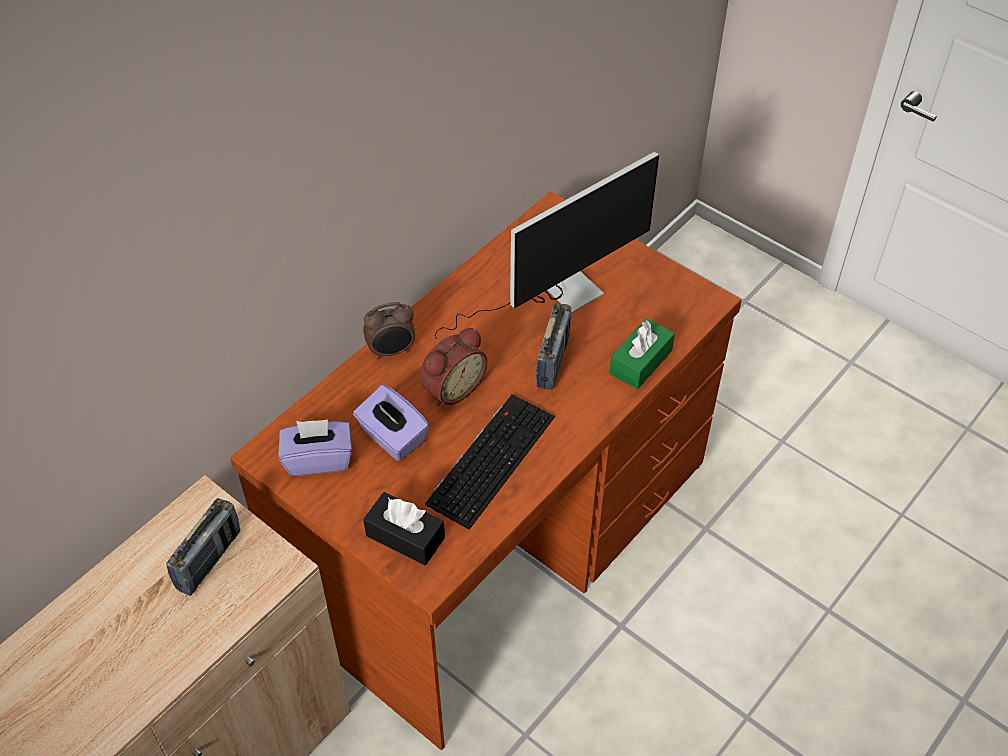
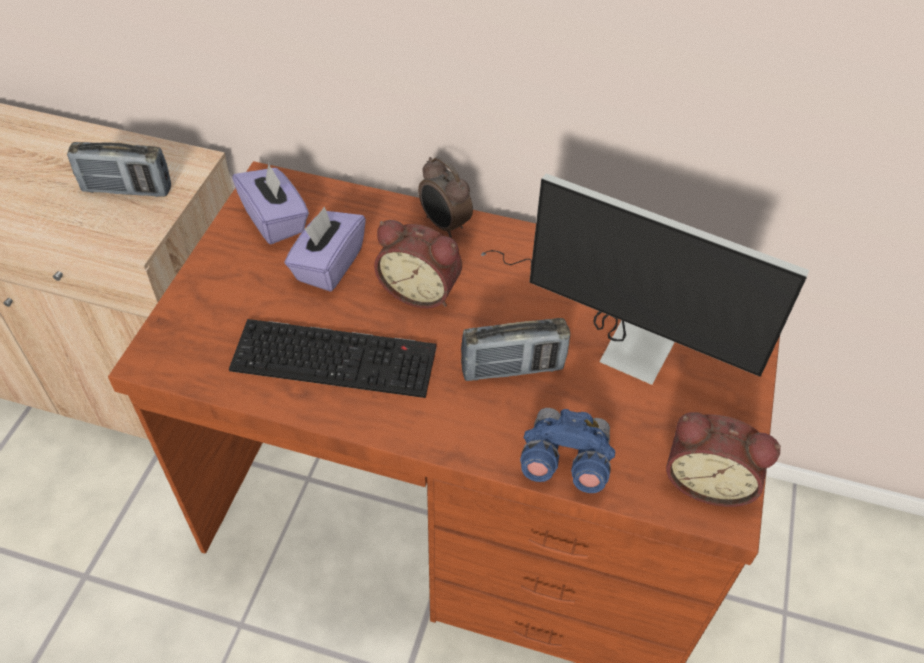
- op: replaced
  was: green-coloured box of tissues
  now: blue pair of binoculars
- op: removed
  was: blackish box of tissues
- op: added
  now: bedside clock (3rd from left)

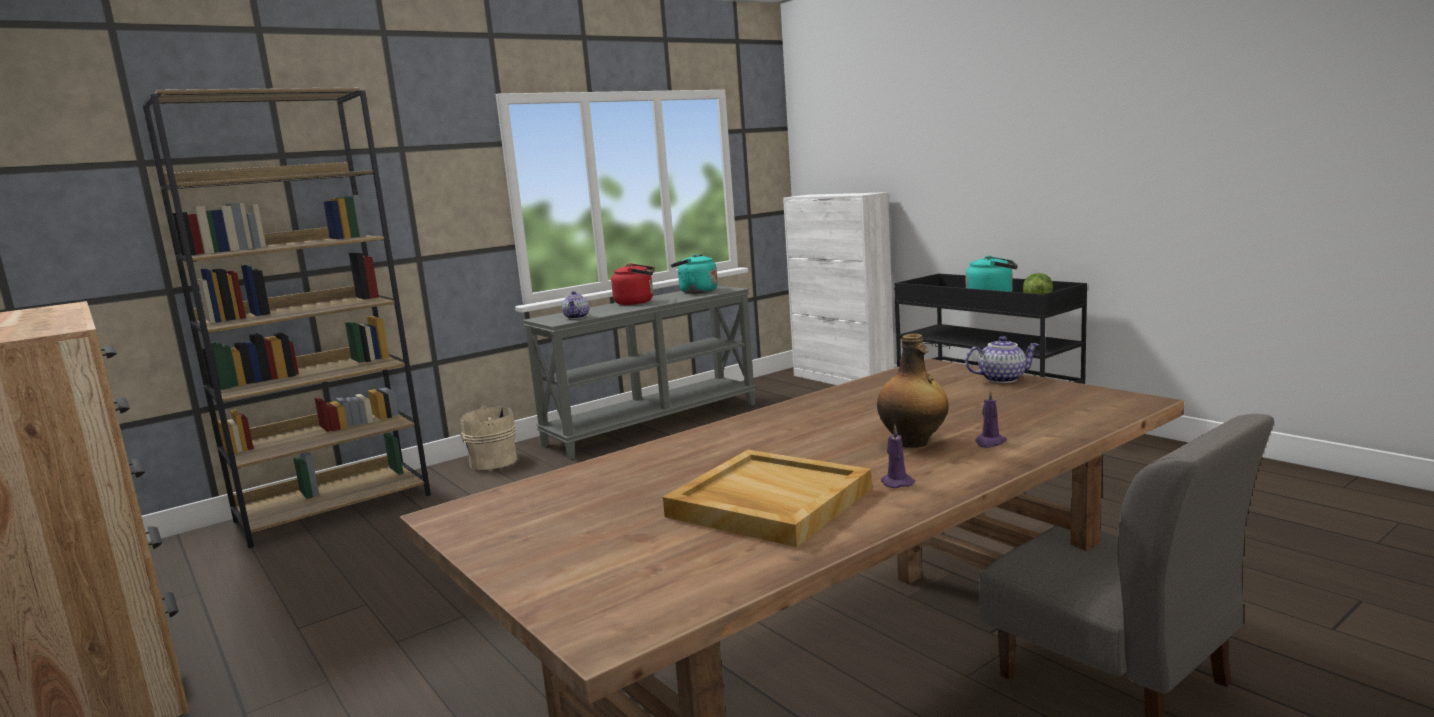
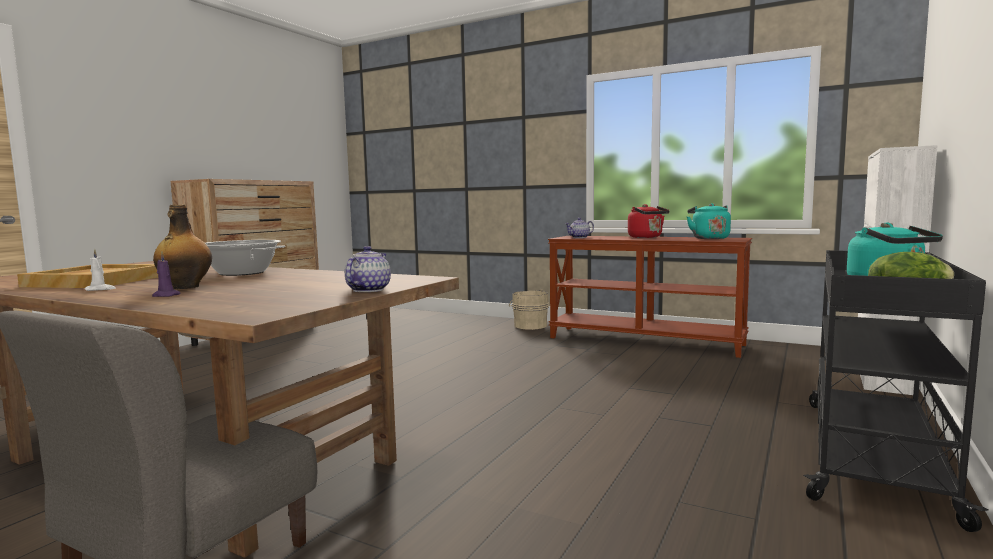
- op: removed
  was: brownish shelving unit
- op: recoloured
  was: grey console table
  now: brownish console table
- op: turned
  was: pot for tea (2nd from left in the first image)
  clockwise: -135
- op: recoloured
  was: purple wax light (1st from left)
  now: white wax light
- op: added
  now: stockpot

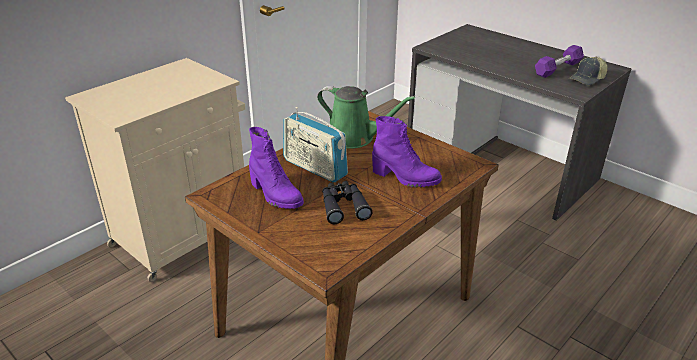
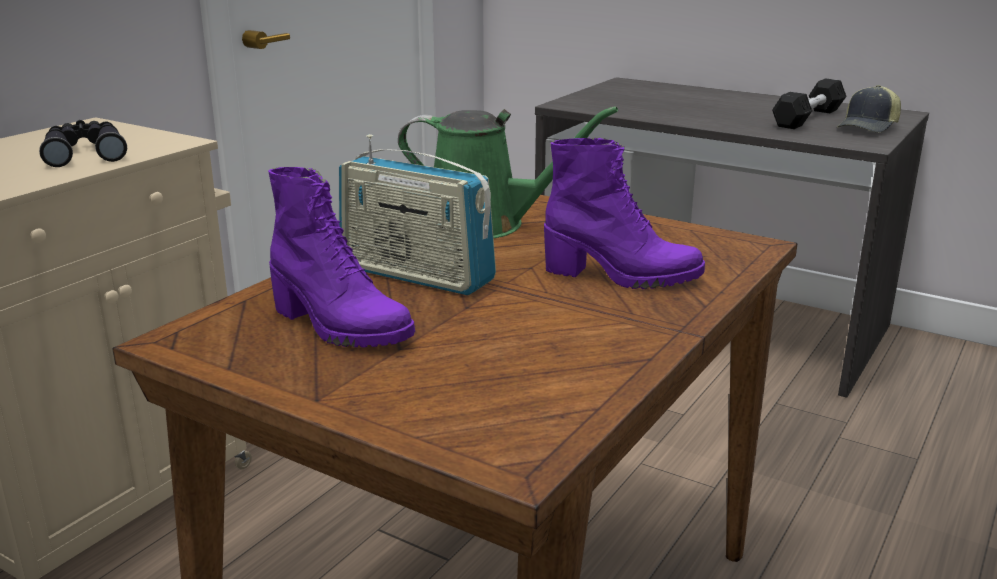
- op: recoloured
  was: purple free weight
  now: blackish free weight
- op: moved
  was: blackish pair of binoculars

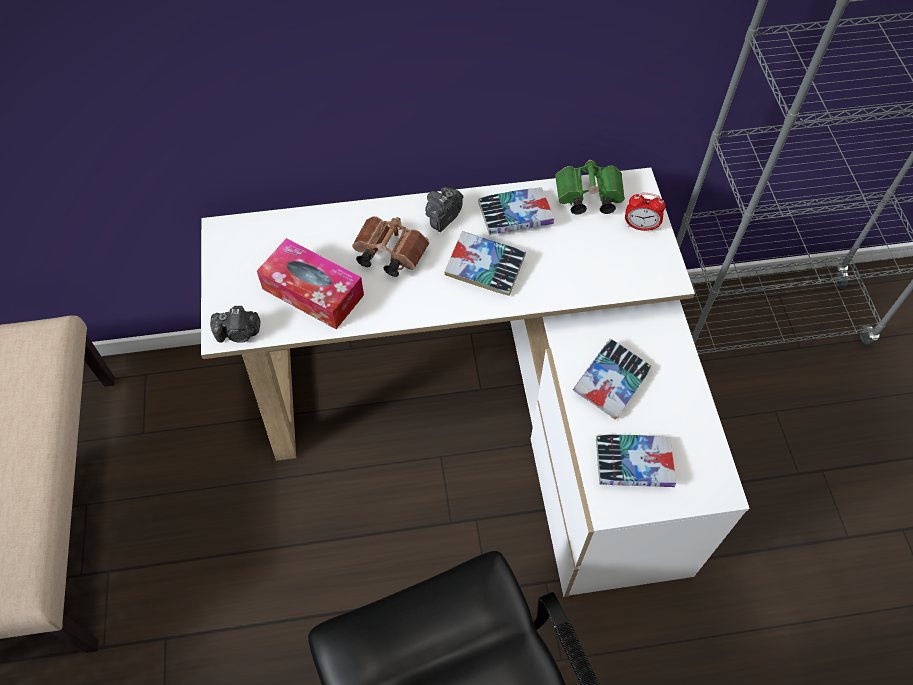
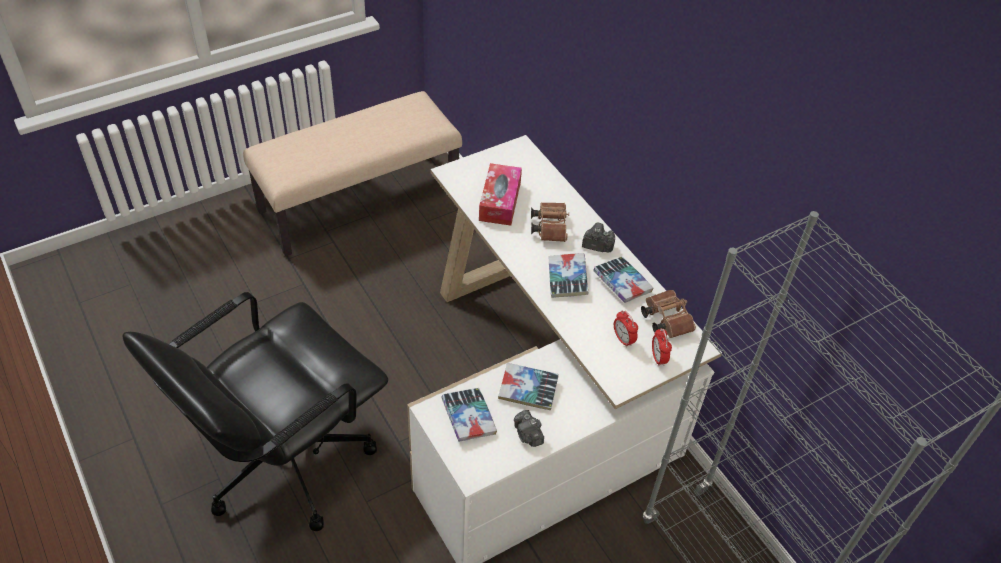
- op: recoloured
  was: green-coloured pair of binoculars
  now: brownish pair of binoculars (2nd from left)
- op: moved
  was: photo camera (1st from left)
- op: added
  now: bedside clock (1st from left)

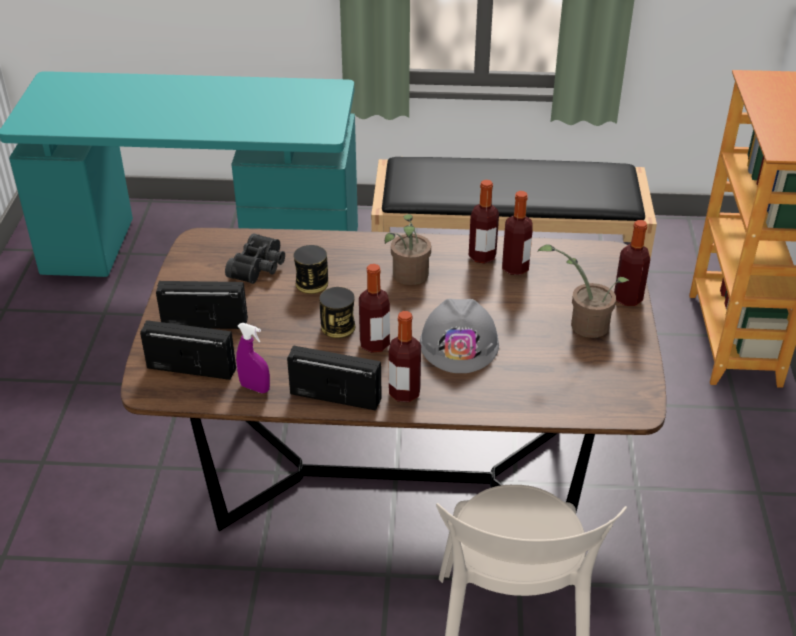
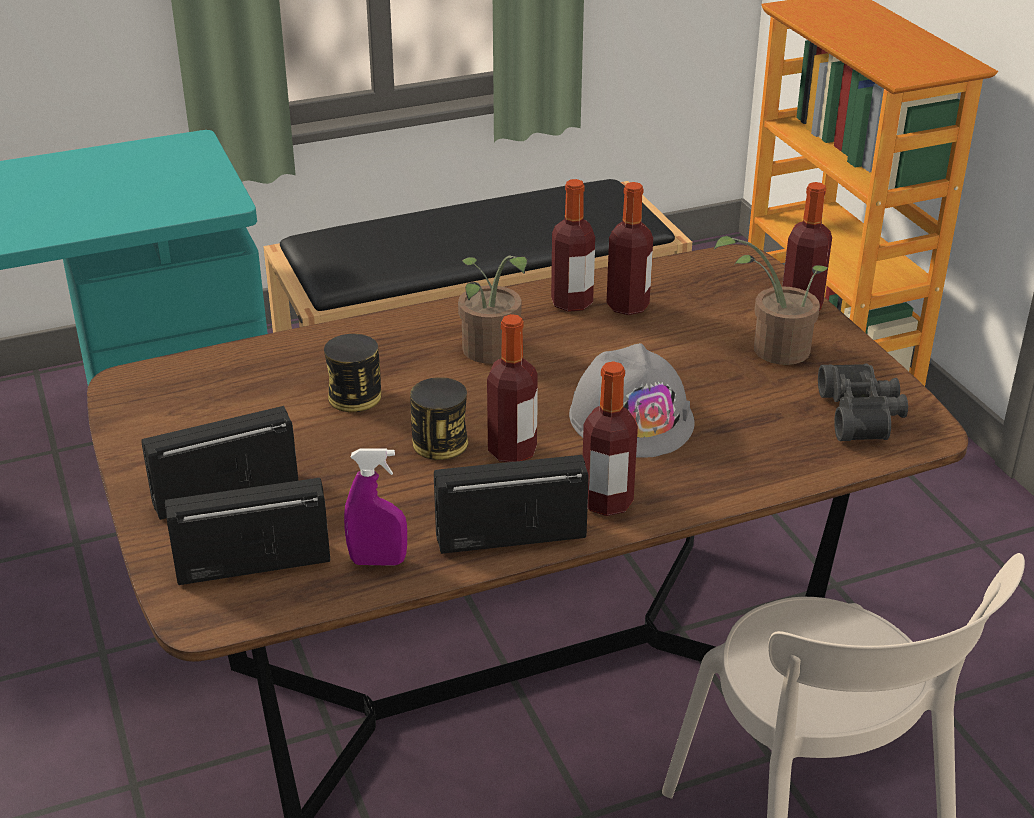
- op: moved
  was: blackish pair of binoculars

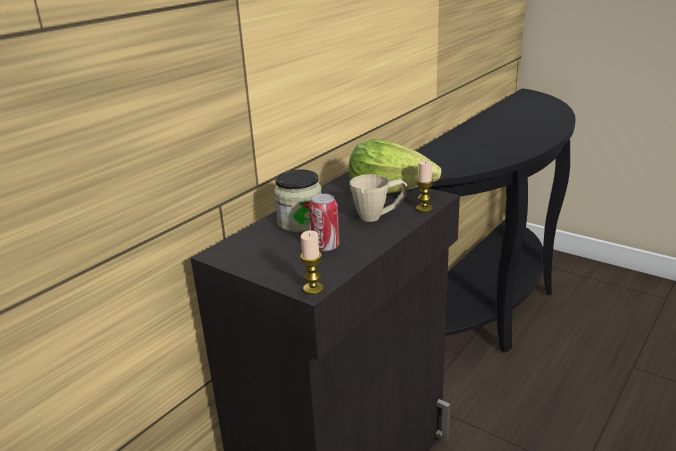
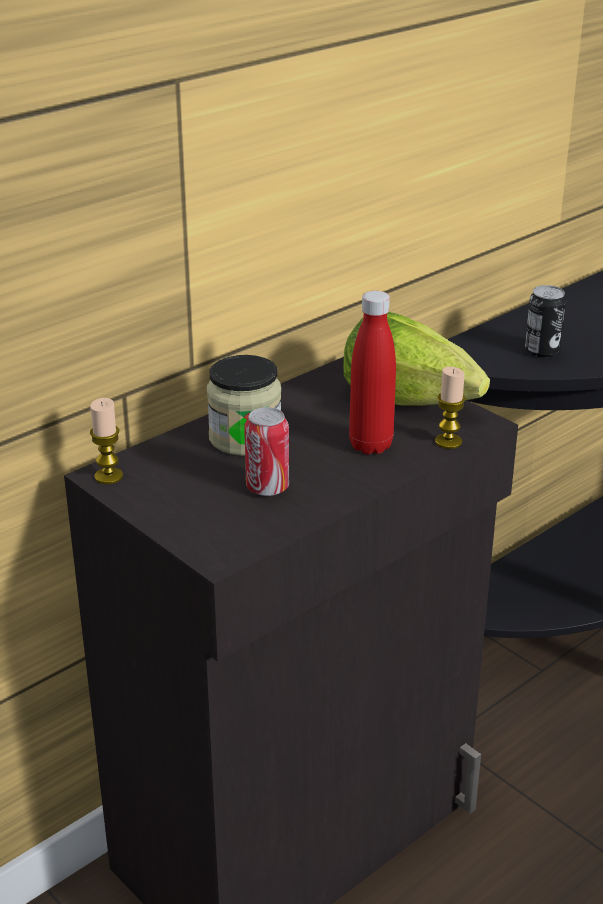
- op: replaced
  was: sand-coloured coffee mug
  now: red drink bottle
- op: moved
  was: wax light (1st from left)
- op: added
  now: sealed can (2nd from left)

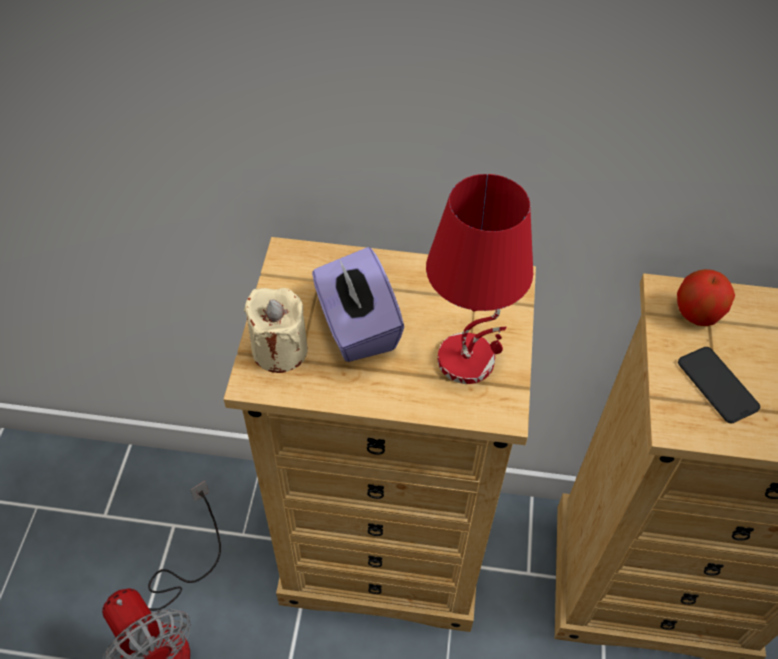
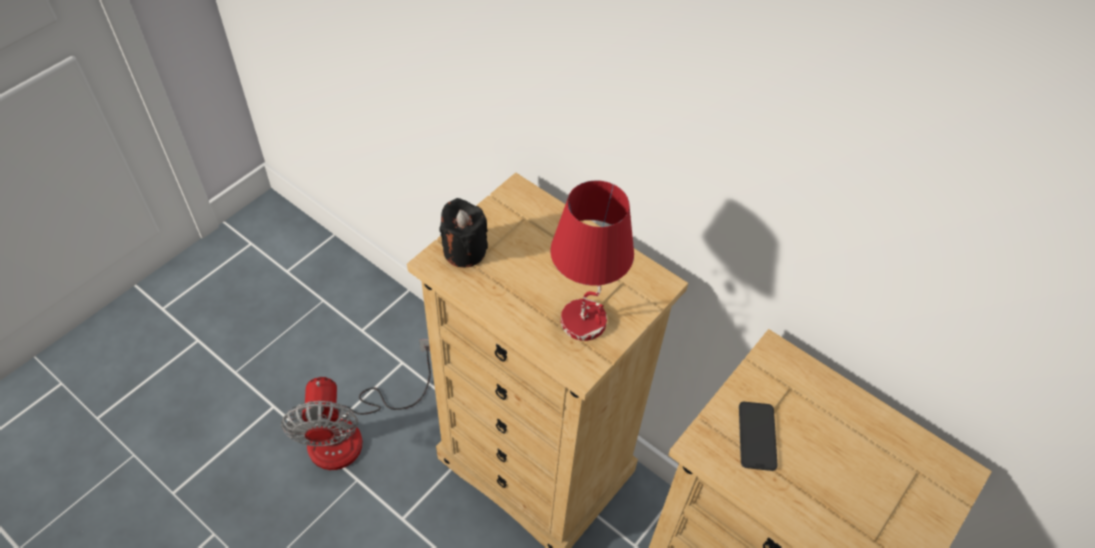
- op: removed
  was: purple box of tissues
- op: removed
  was: whole apple
- op: recoloured
  was: sand-coloured wax light
  now: blackish wax light

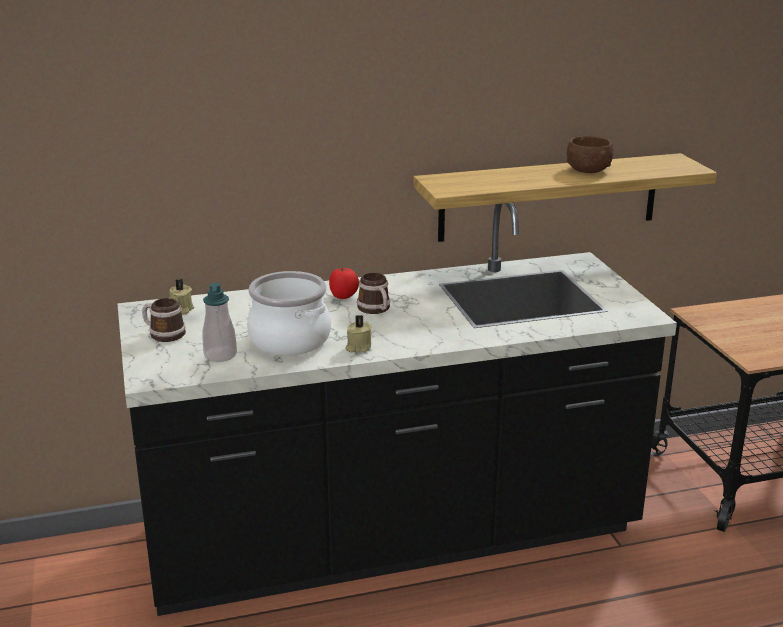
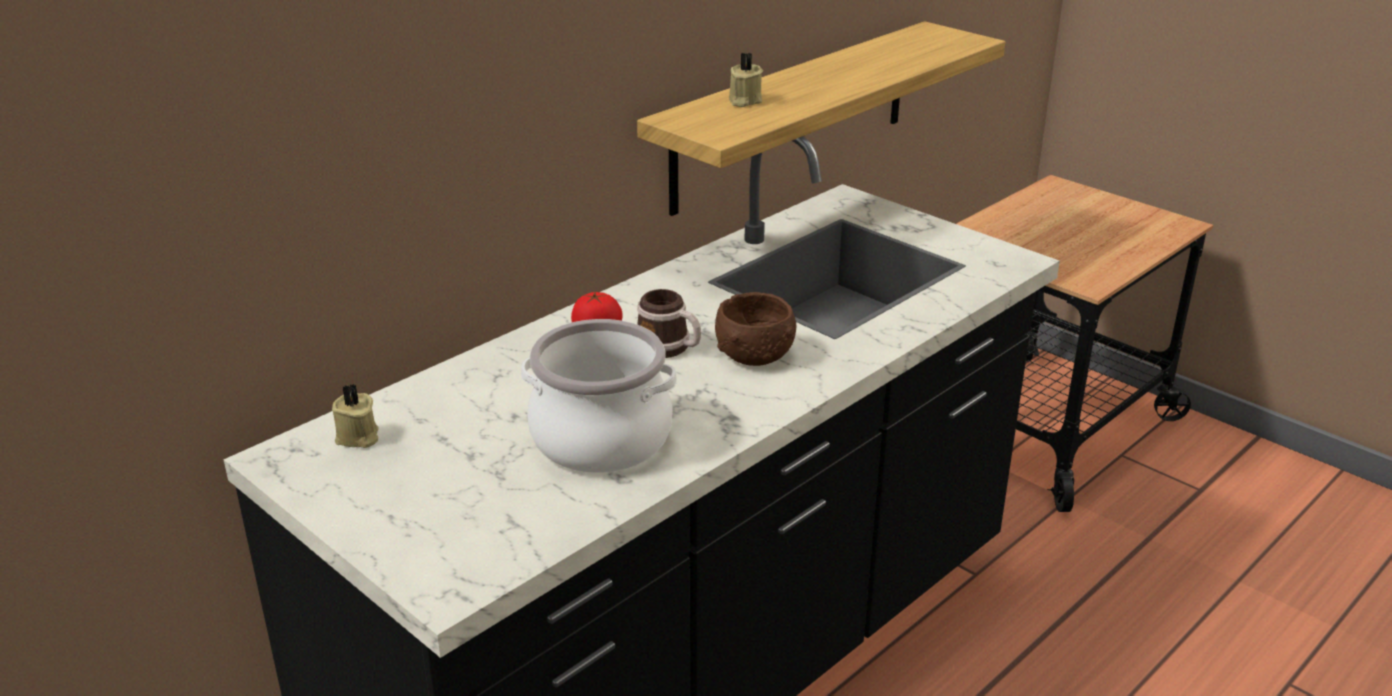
- op: moved
  was: brownish deep dish
- op: removed
  was: liquid soap bottle
- op: removed
  was: coffee mug (1st from left)
- op: moved
  was: sand-coloured wax light (2nd from left)

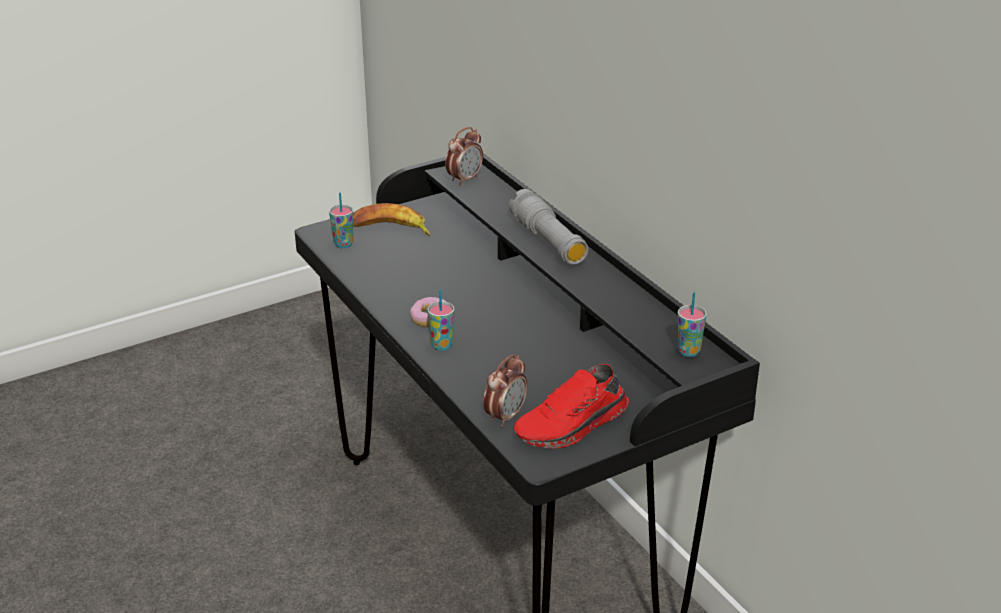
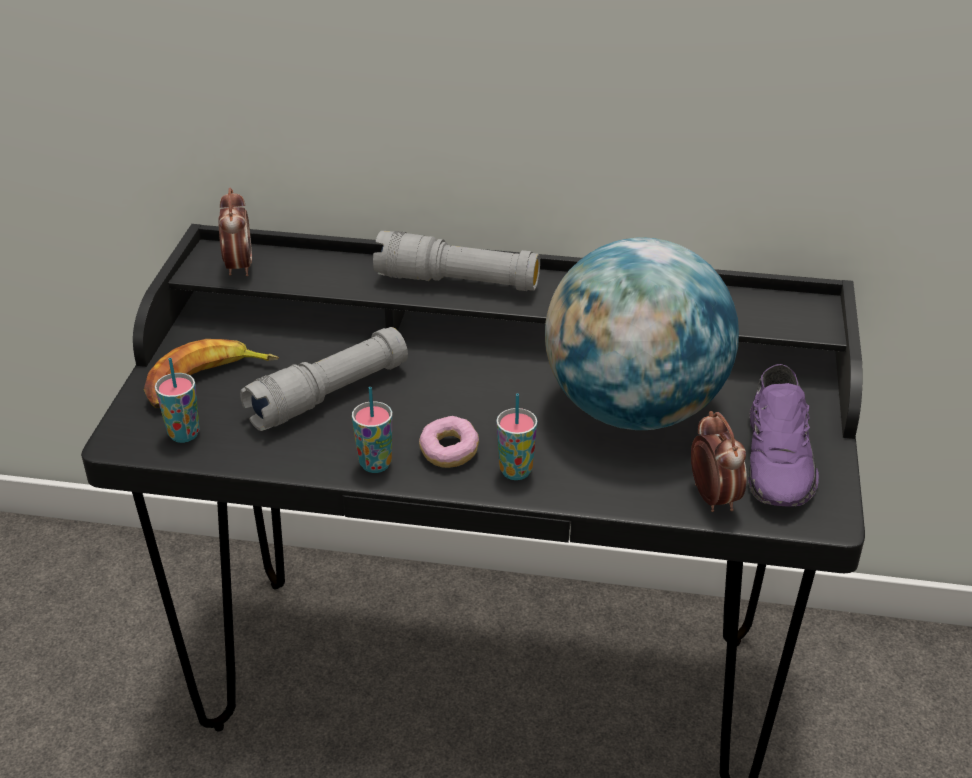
- op: moved
  was: drinking cup (3rd from left in the first image)
  now: drinking cup (2nd from left)
- op: recoloured
  was: red item of footwear
  now: purple item of footwear
- op: added
  now: world globe
- op: added
  now: grey hand torch (1st from left)

